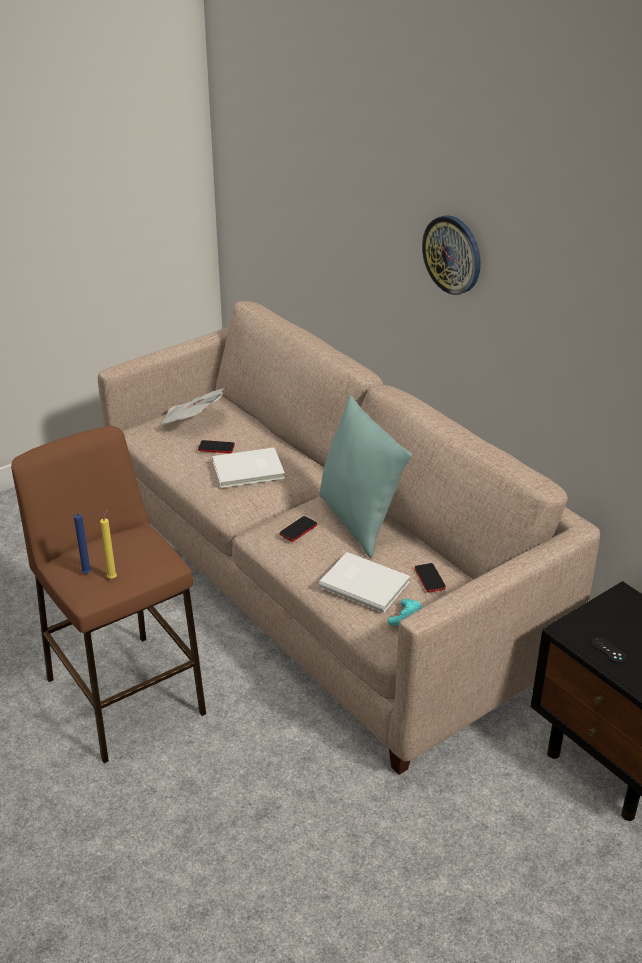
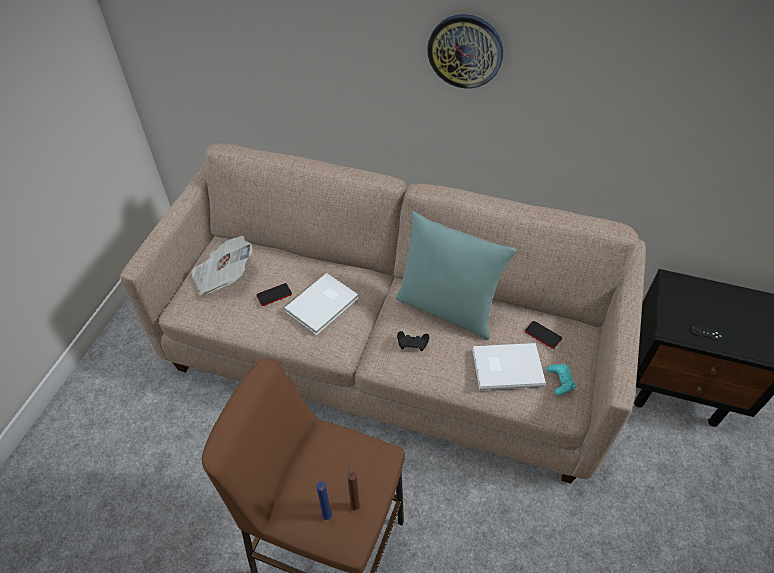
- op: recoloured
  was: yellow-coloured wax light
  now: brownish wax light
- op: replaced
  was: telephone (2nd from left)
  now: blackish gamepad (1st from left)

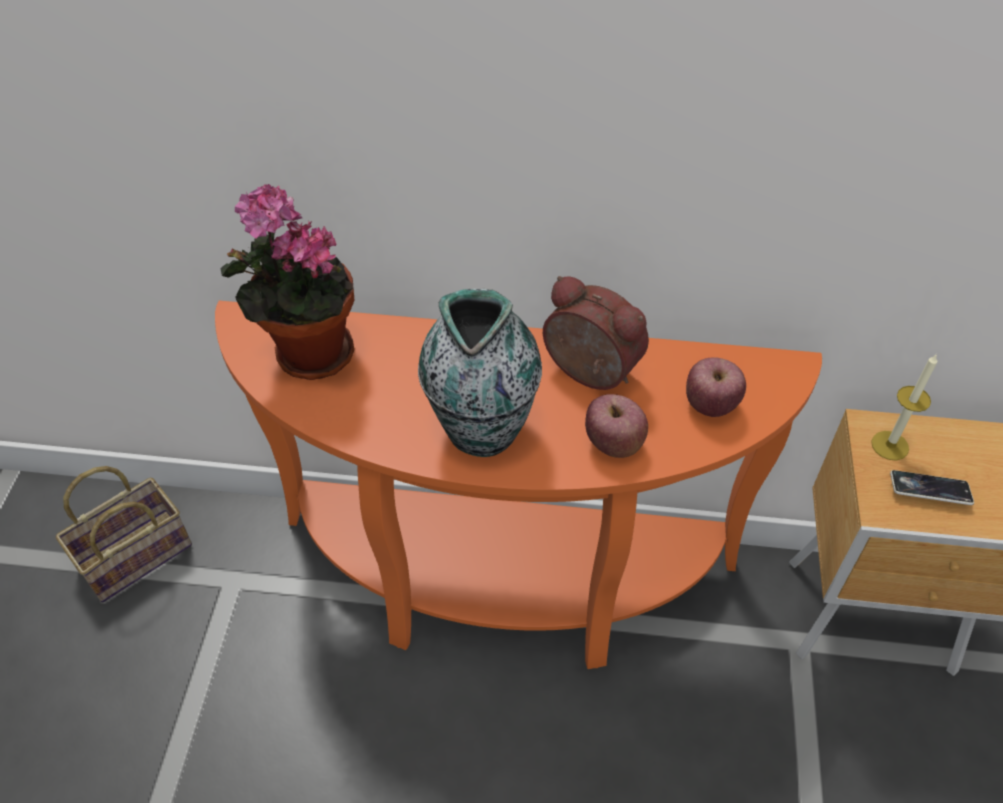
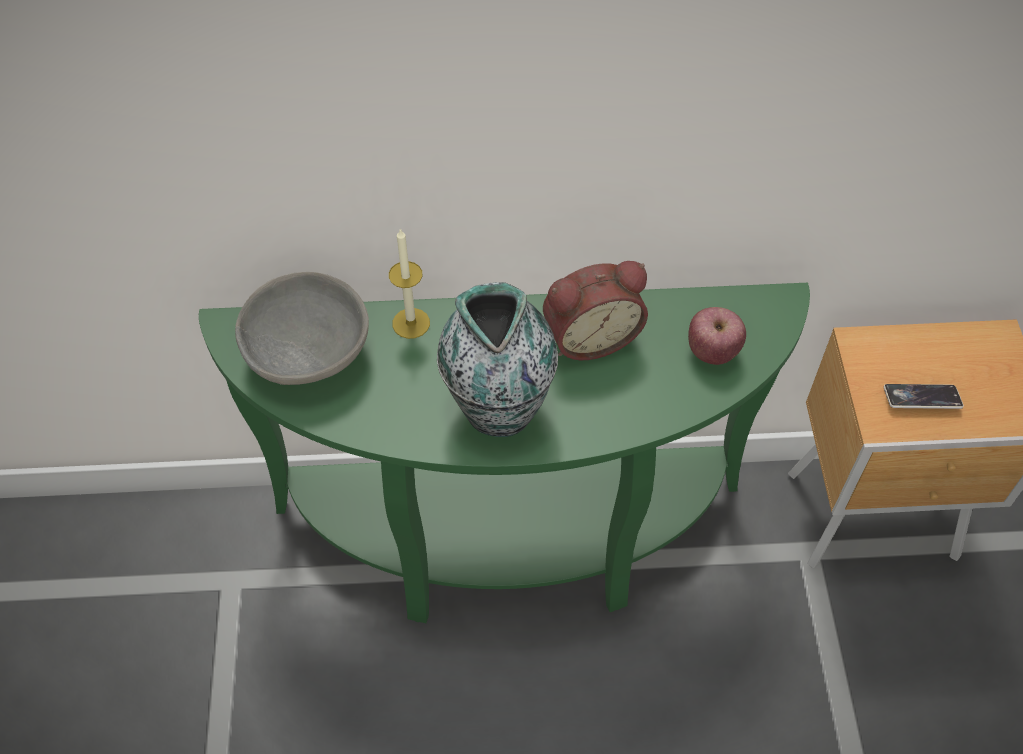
- op: replaced
  was: plant in a pot
  now: grey deep dish
- op: turned
  was: bedside clock
  clockwise: 135
- op: recoloured
  was: orange-coloured console table
  now: green-coloured console table
- op: moved
  was: wax light
- op: removed
  was: whole apple (1st from left)
- op: removed
  was: storage basket

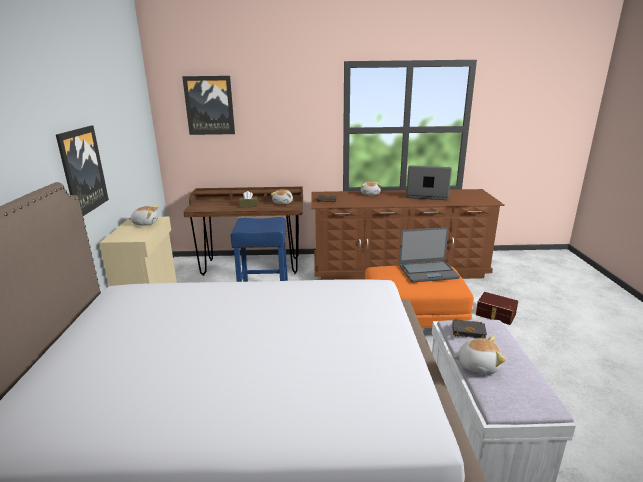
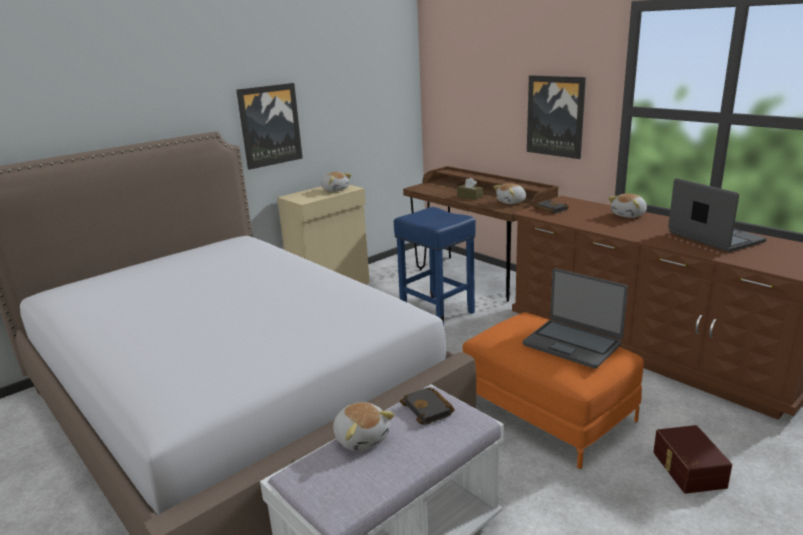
- op: moved
  was: wall art (2nd from left)

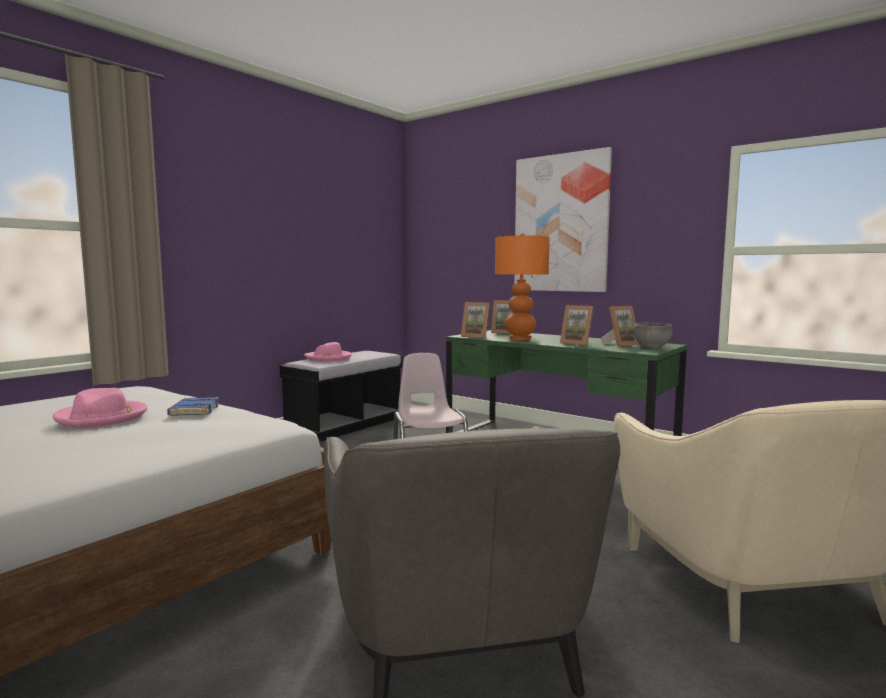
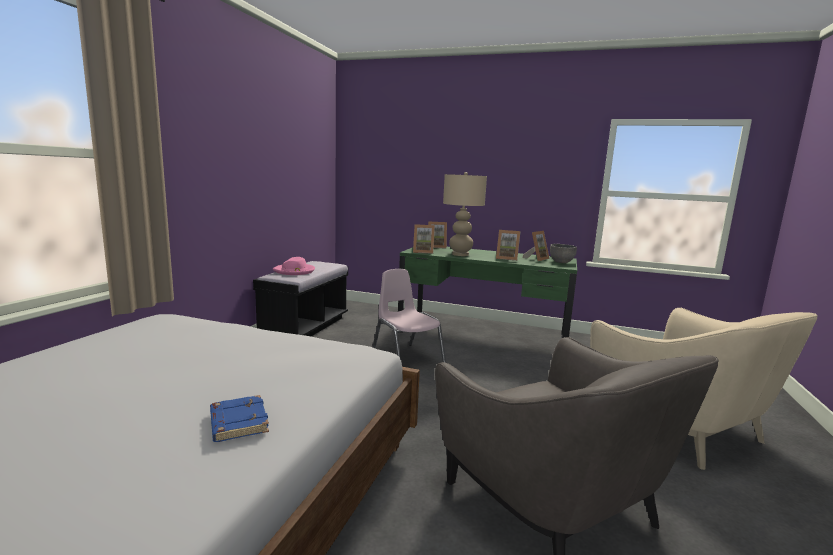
- op: removed
  was: wall art
- op: recoloured
  was: orange-coloured tabletop lamp
  now: sand-coloured tabletop lamp
- op: removed
  was: pink clothing hat (1st from left)
- op: moved
  was: blue book

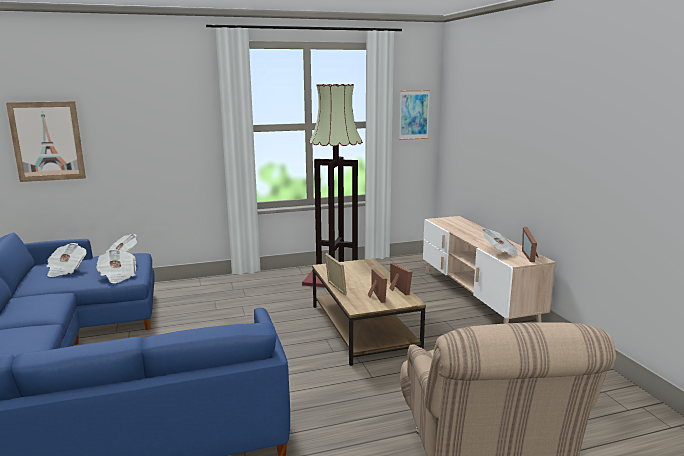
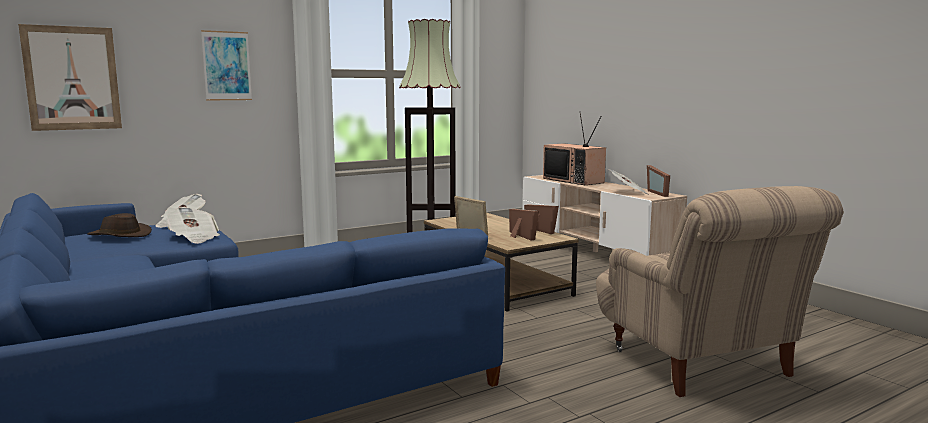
- op: moved
  was: wall art (2nd from left)
- op: replaced
  was: printed paper (1st from left)
  now: brownish clothing hat
- op: added
  now: TV set

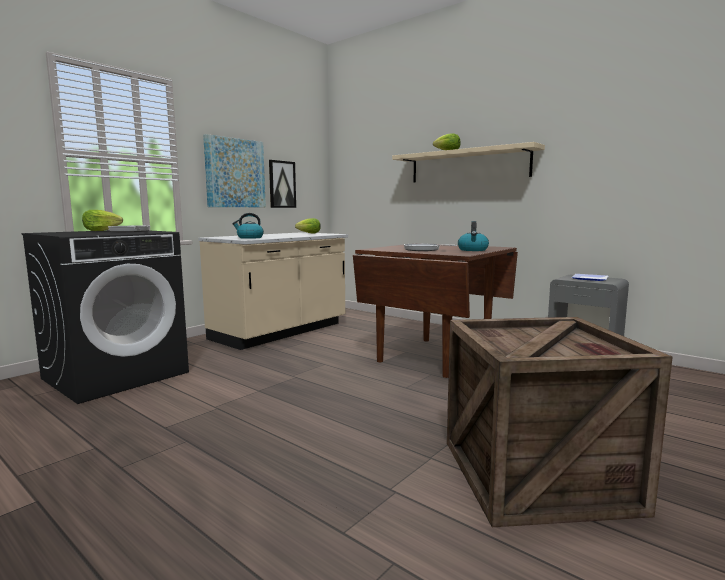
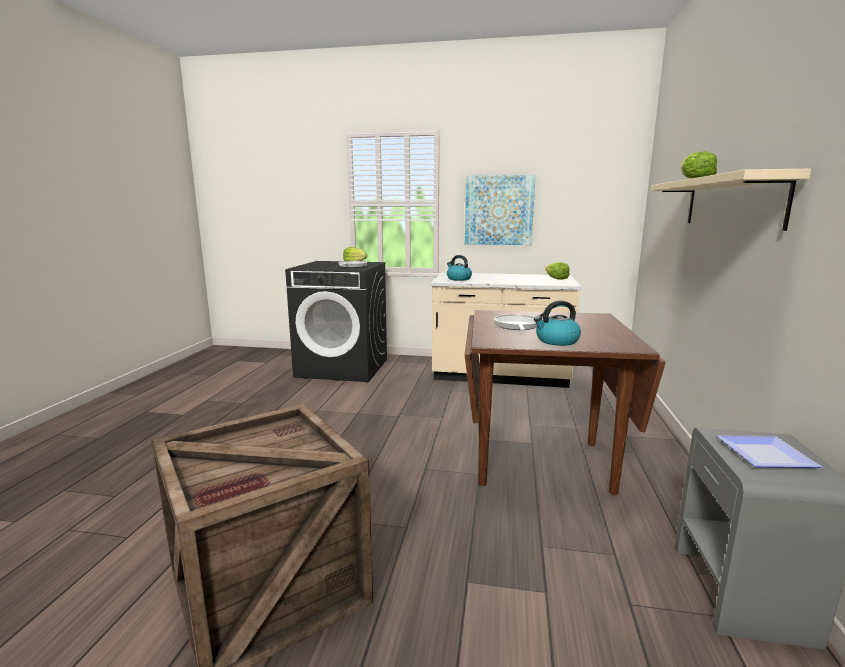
- op: removed
  was: wall art (2nd from left)

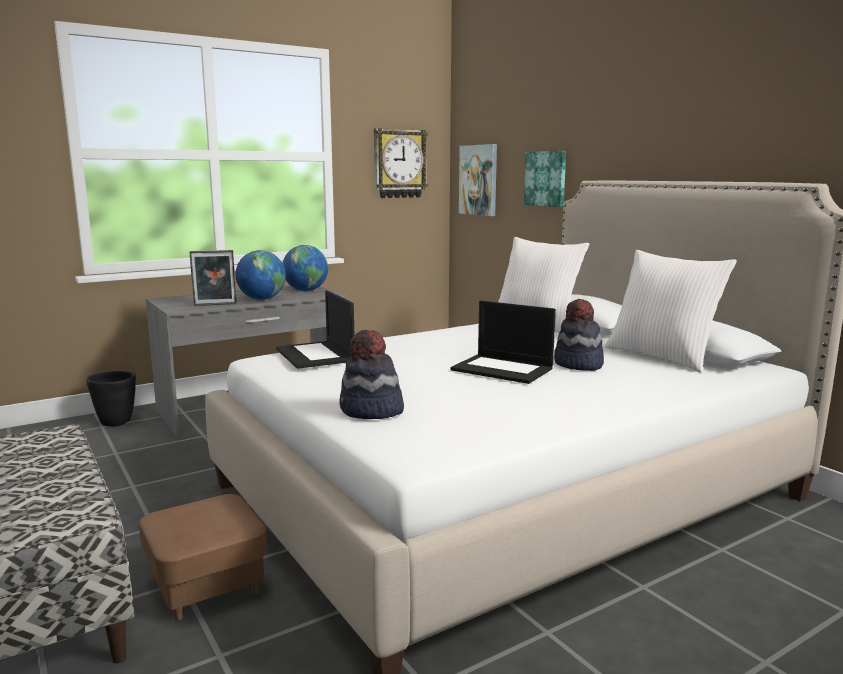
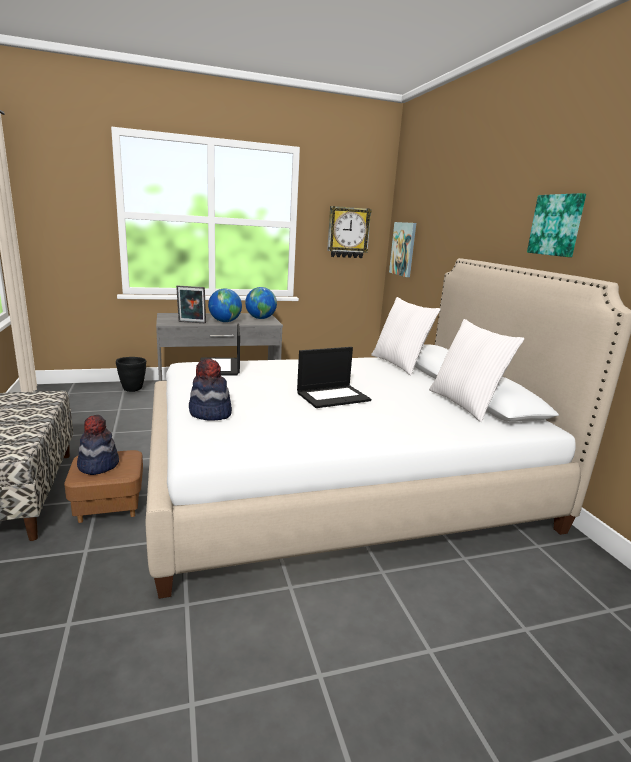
- op: moved
  was: wall art (2nd from left)
- op: moved
  was: clothing hat (2nd from left in the first image)
  now: clothing hat (1st from left)
- op: turned
  was: notebook computer (2nd from left)
  clockwise: -75

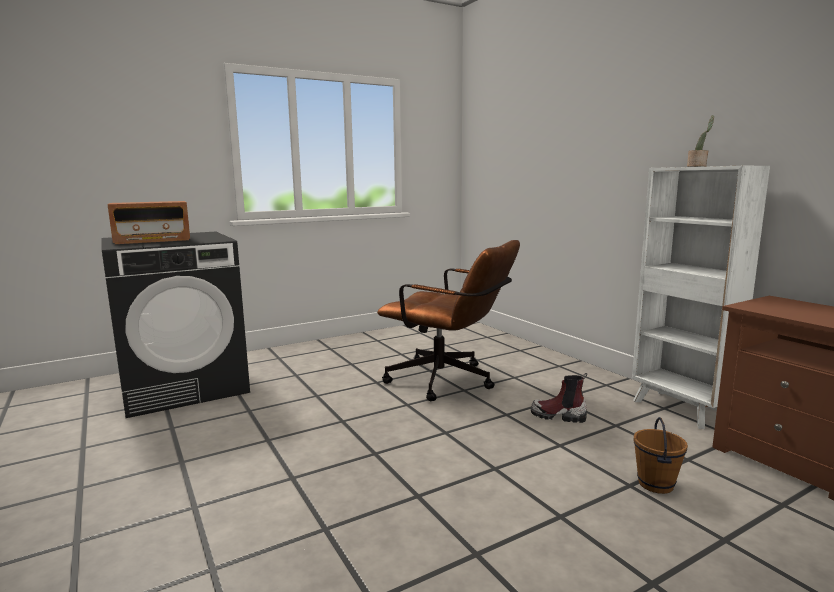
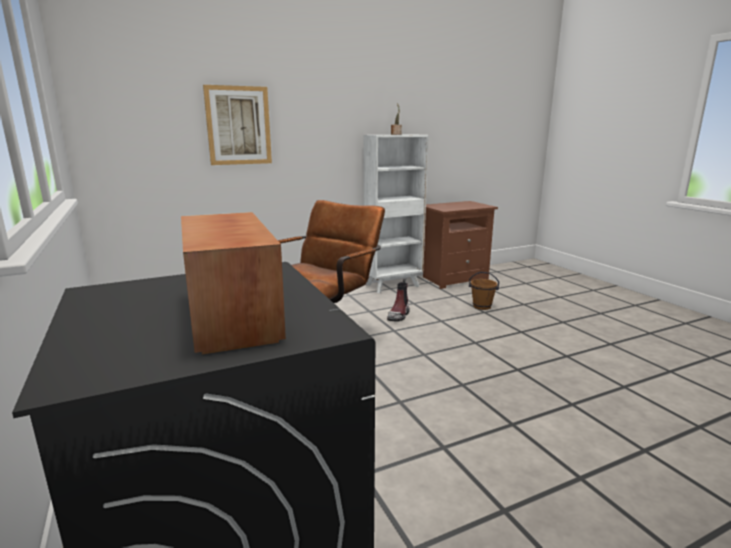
- op: added
  now: wall art

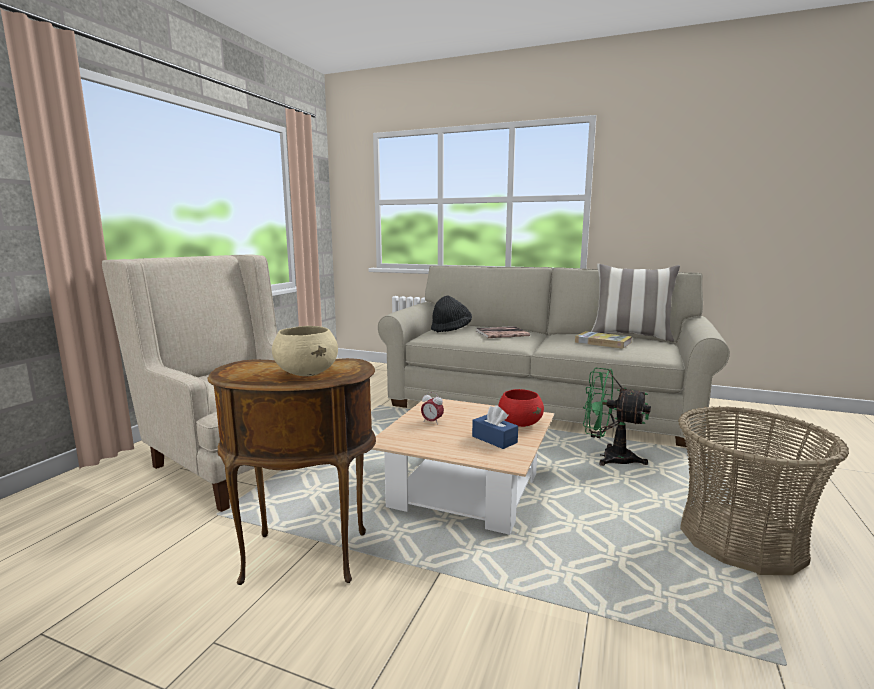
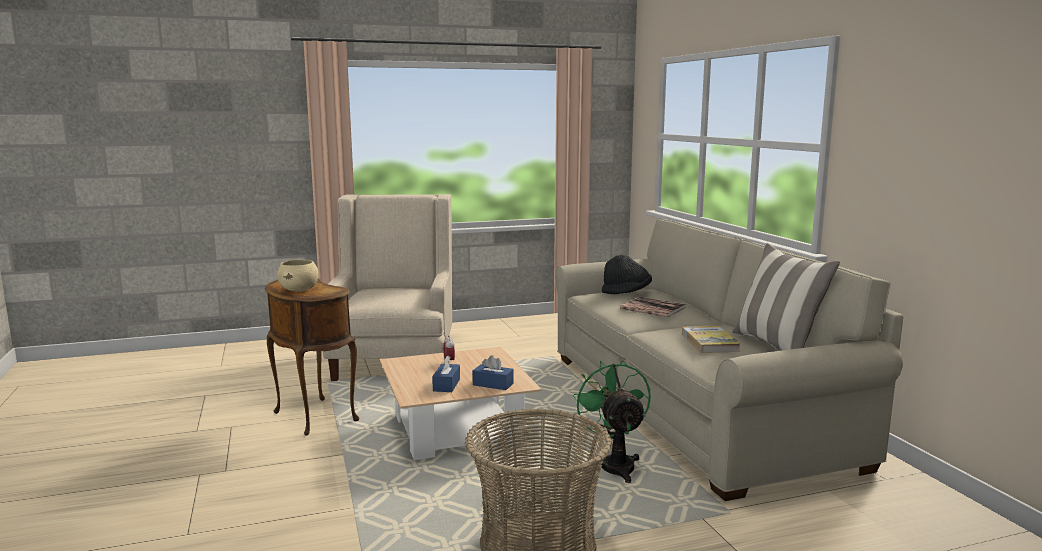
- op: replaced
  was: red deep dish
  now: blue box of tissues (2nd from left)

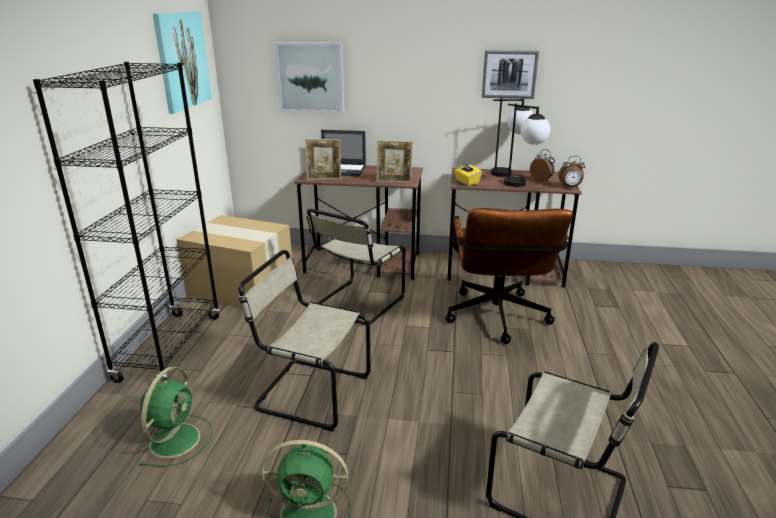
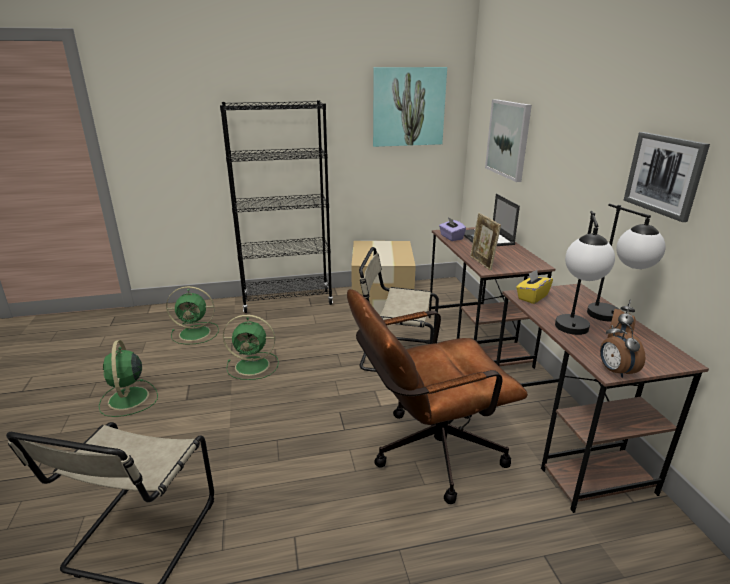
- op: replaced
  was: photo frame (1st from left)
  now: purple box of tissues
- op: replaced
  was: sand-coloured upright chair (1st from left)
  now: green-coloured electric fan (3rd from left)

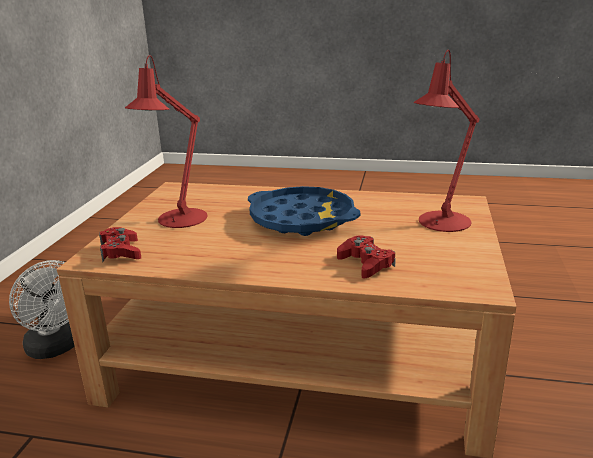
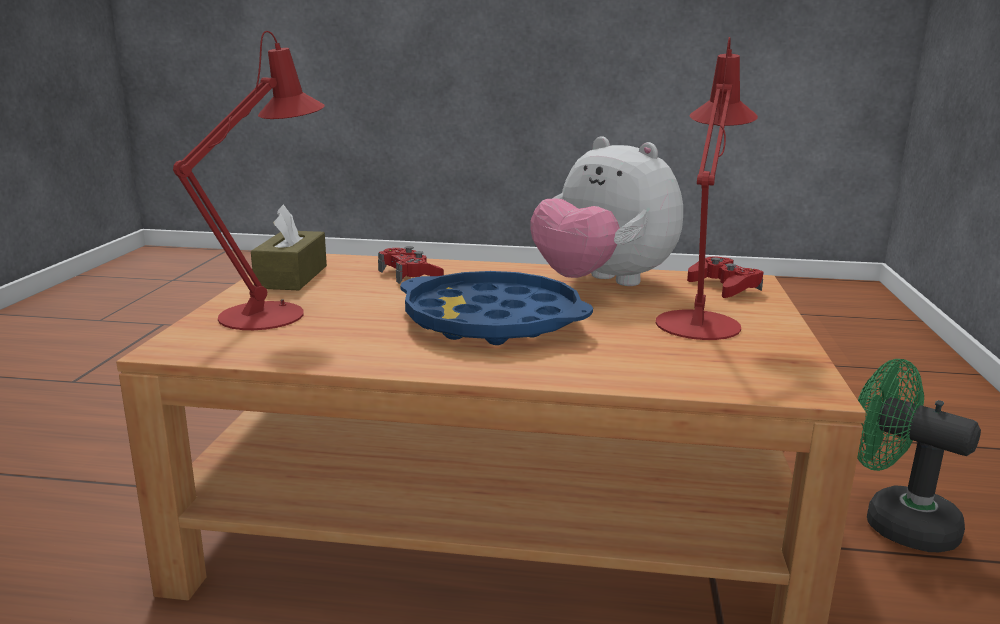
- op: recoloured
  was: white electric fan
  now: green-coloured electric fan
- op: added
  now: plush toy
- op: added
  now: brownish box of tissues

